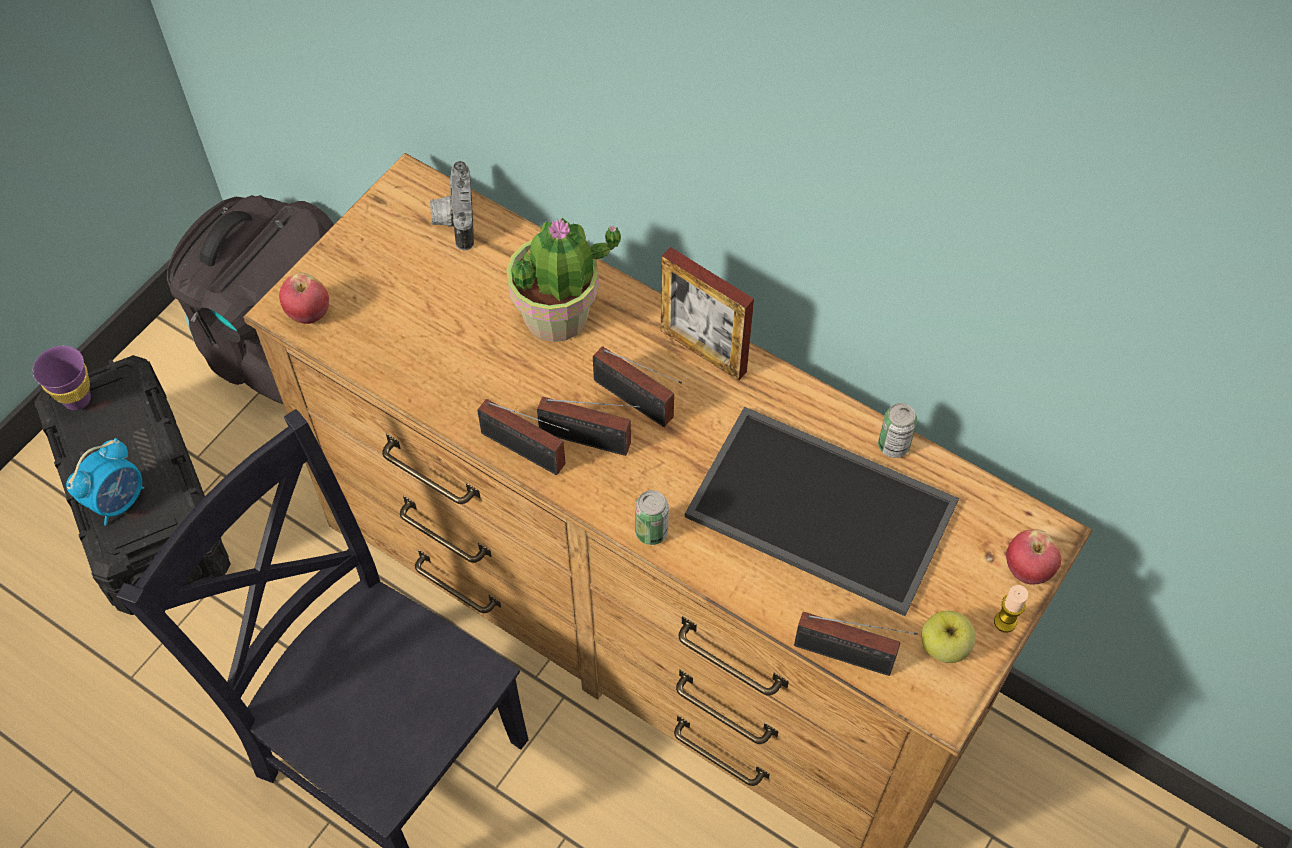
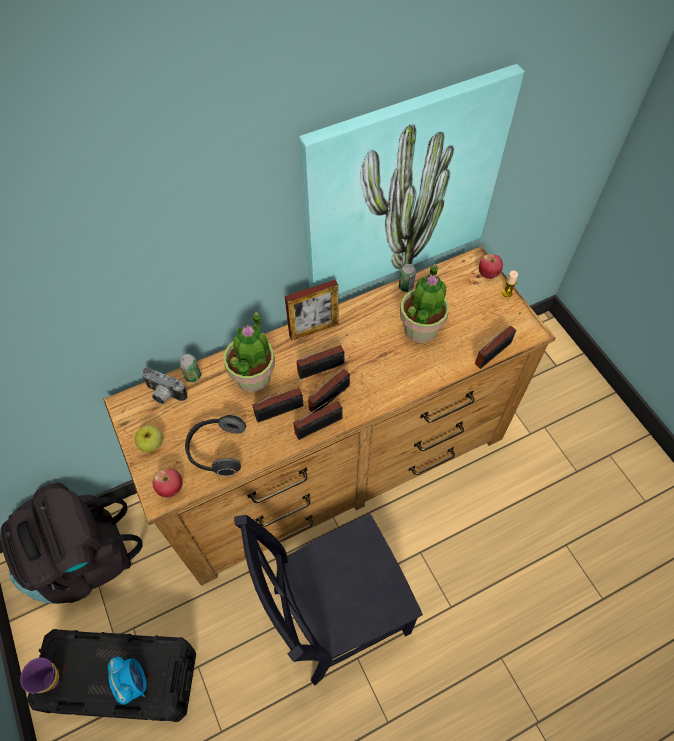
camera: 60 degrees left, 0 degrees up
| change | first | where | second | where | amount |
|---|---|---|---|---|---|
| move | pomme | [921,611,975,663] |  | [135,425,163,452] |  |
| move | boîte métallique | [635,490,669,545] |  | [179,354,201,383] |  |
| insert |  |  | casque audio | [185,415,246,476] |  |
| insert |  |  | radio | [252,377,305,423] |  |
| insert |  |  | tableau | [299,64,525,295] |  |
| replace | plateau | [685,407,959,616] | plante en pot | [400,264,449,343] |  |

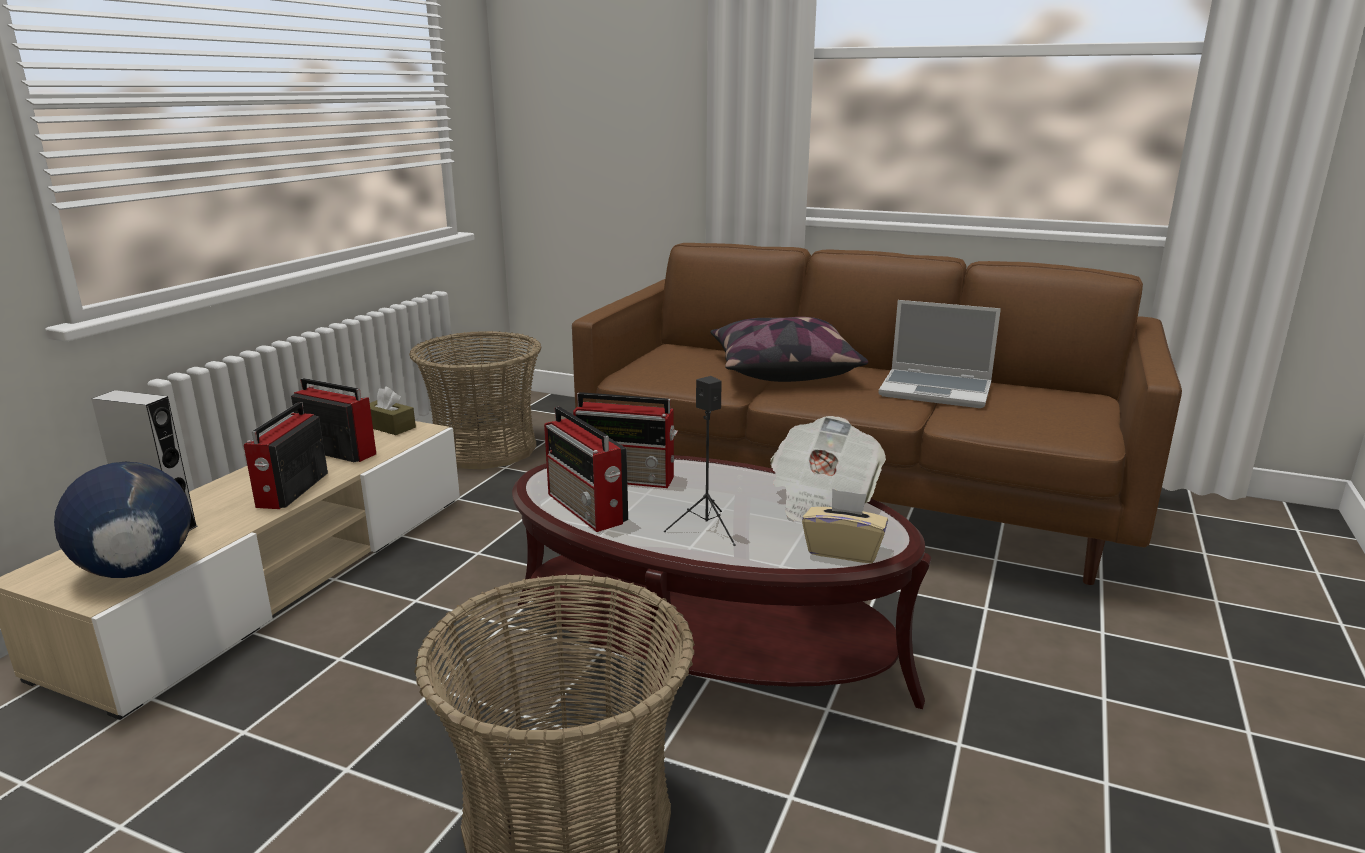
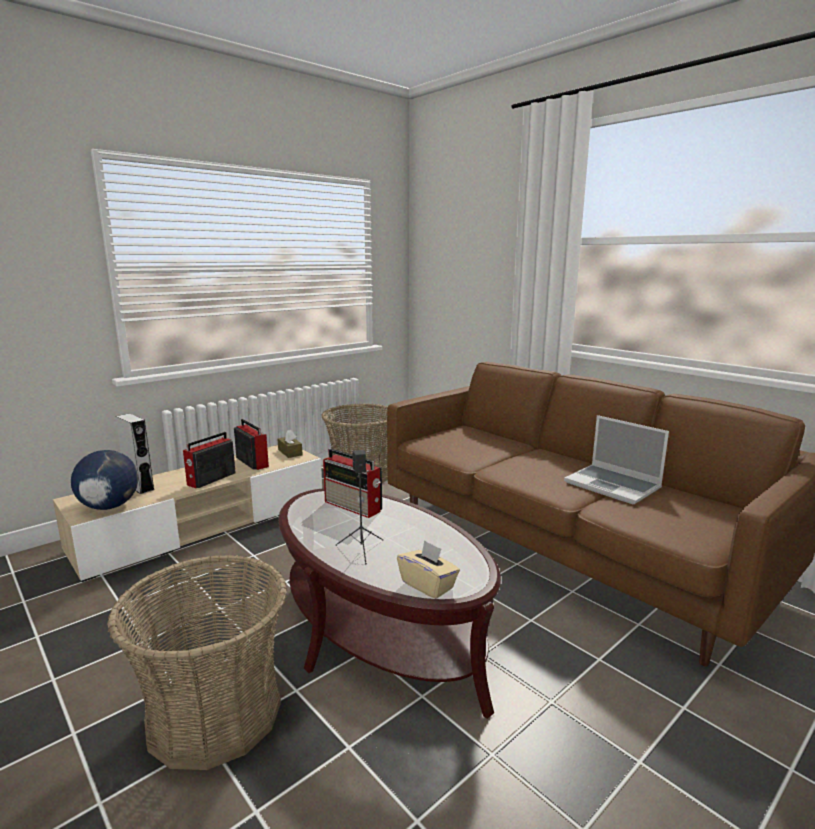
camera: 25 degrees right, 5 degrees down
| change | first | where | second | where | amount |
|---|---|---|---|---|---|
| delete | radio | [544,407,628,532] |  |  |  |
| delete | coussin | [711,317,868,382] |  |  |  |
| delete | journal | [770,416,886,522] |  |  |  |

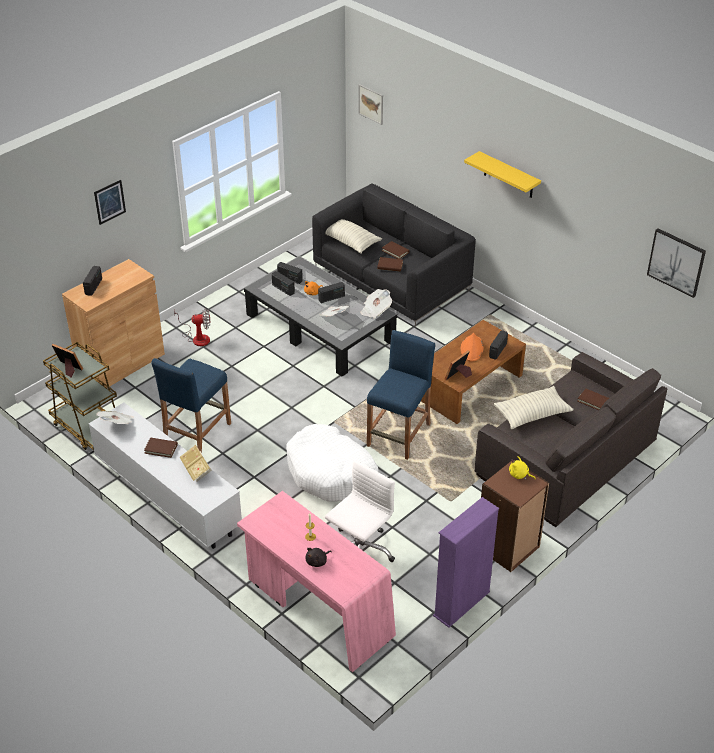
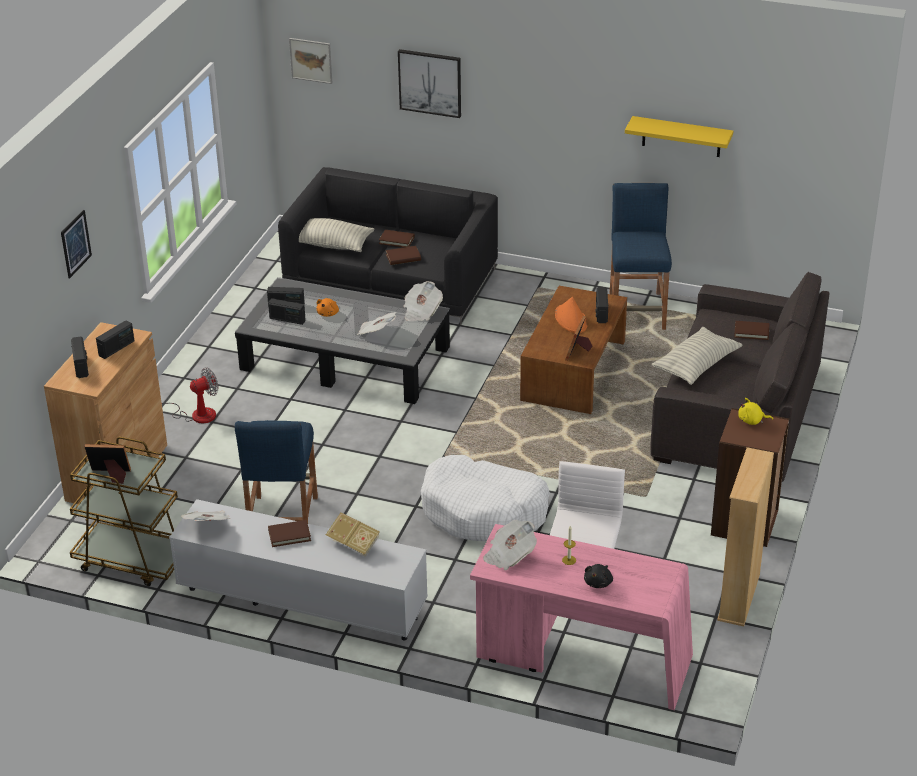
camera: 25 degrees left, 5 degrees down
| change | first | where | second | where | amount |
|---|---|---|---|---|---|
| move | radio | [318,282,345,303] |  | [96,321,134,359] |  |
| move | tableau | [647,228,706,298] |  | [398,49,461,118] |  |
| insert |  |  | journal | [483,519,537,571] |  |
| move | tabouret/bleu | [367,330,435,460] |  | [610,183,672,330] |  |
| move | étagère/jaune | [464,151,541,198] |  | [625,116,733,157] |  |
| recolor | bibliothèque/violet | [433,497,499,628] | bibliothèque/beige | [717,447,774,626] |  |

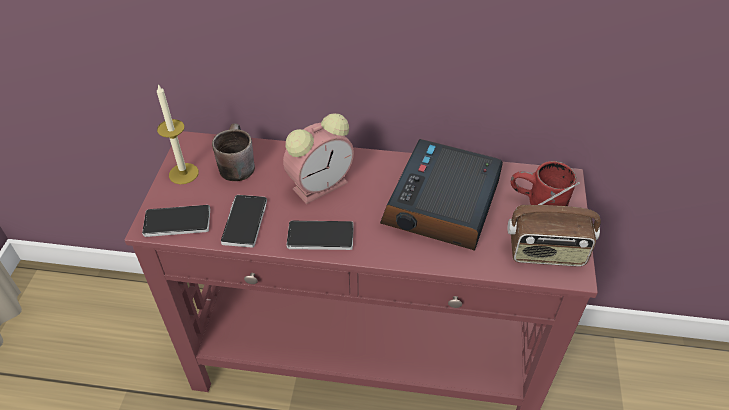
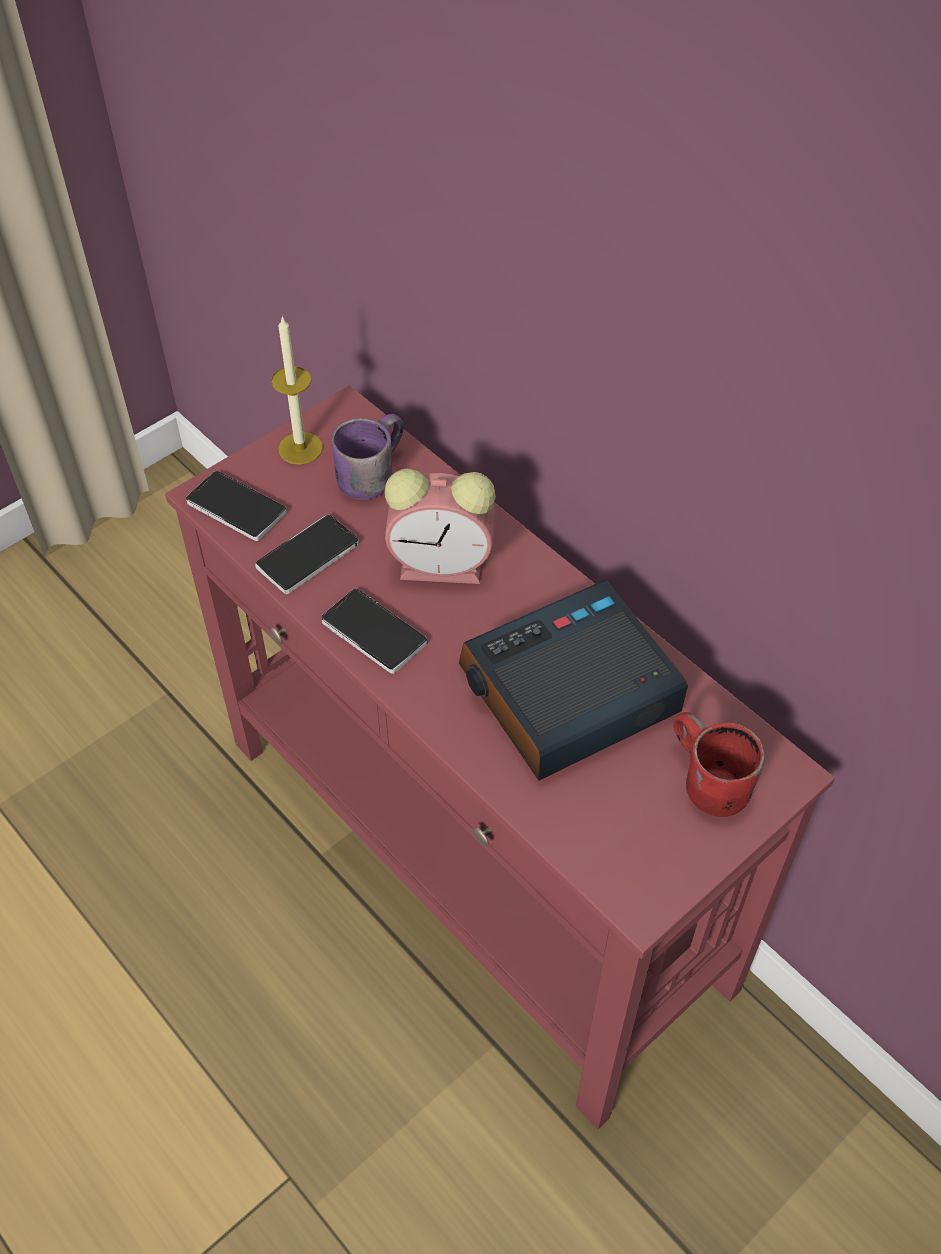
camera: 40 degrees right, 5 degrees up
| change | first | where | second | where | amount |
|---|---|---|---|---|---|
| recolor | mug/marron | [212,123,255,181] | mug/violet | [331,414,404,500] |  |
| delete | radio | [507,182,601,267] |  |  |  |

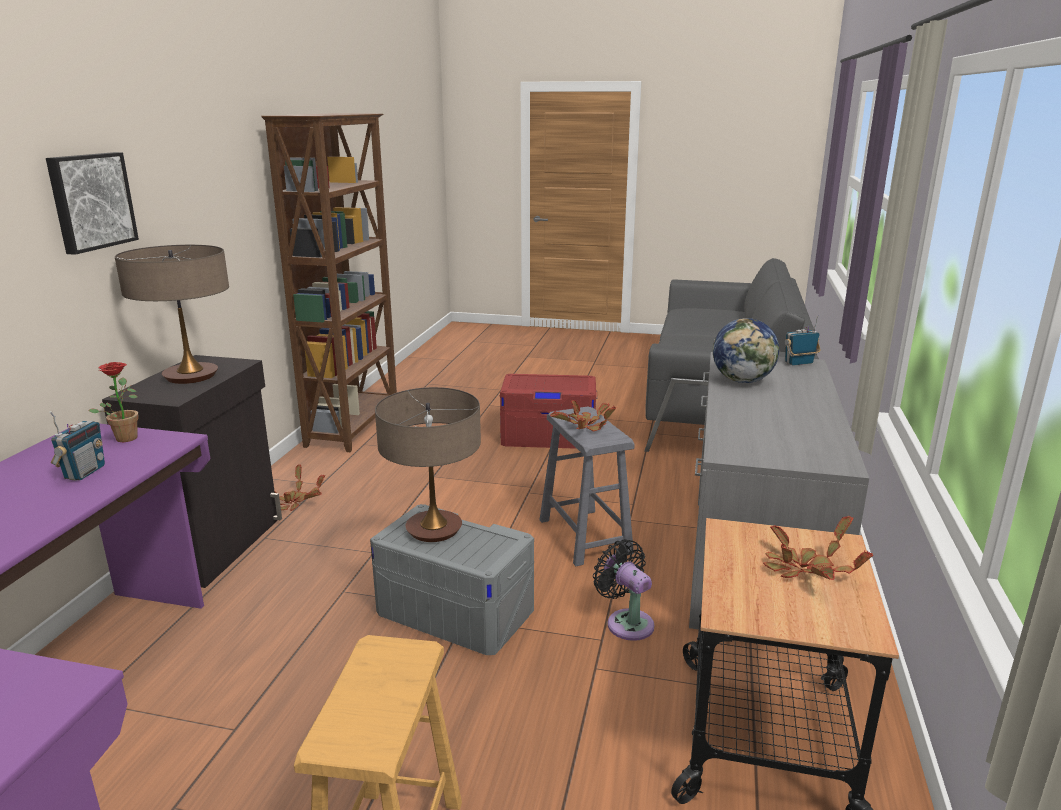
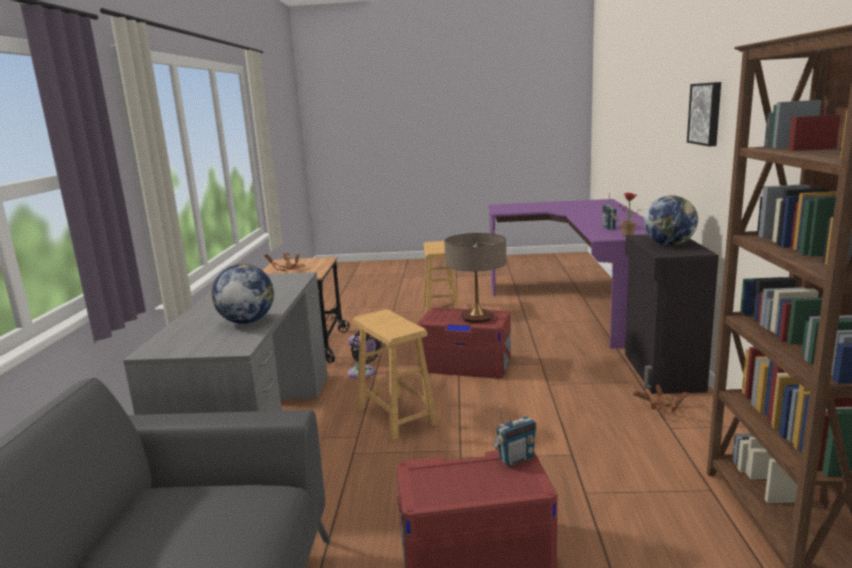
camera: 170 degrees right, 5 degrees down
| change | first | where | second | where | amount |
|---|---|---|---|---|---|
| recolor | tabouret/gris | [539,406,635,566] | tabouret/marron | [353,310,438,441] |  |
| recolor | boîte de rangement/gris | [370,504,534,655] | boîte de rangement/rouge | [417,307,511,379] |  |
| move | radio | [784,315,821,366] |  | [493,406,537,467] |  |
| replace | lampe de table | [115,245,229,384] | globe | [644,195,698,246] |  |
| delete | plante en pot | [550,400,616,431] |  |  |  |

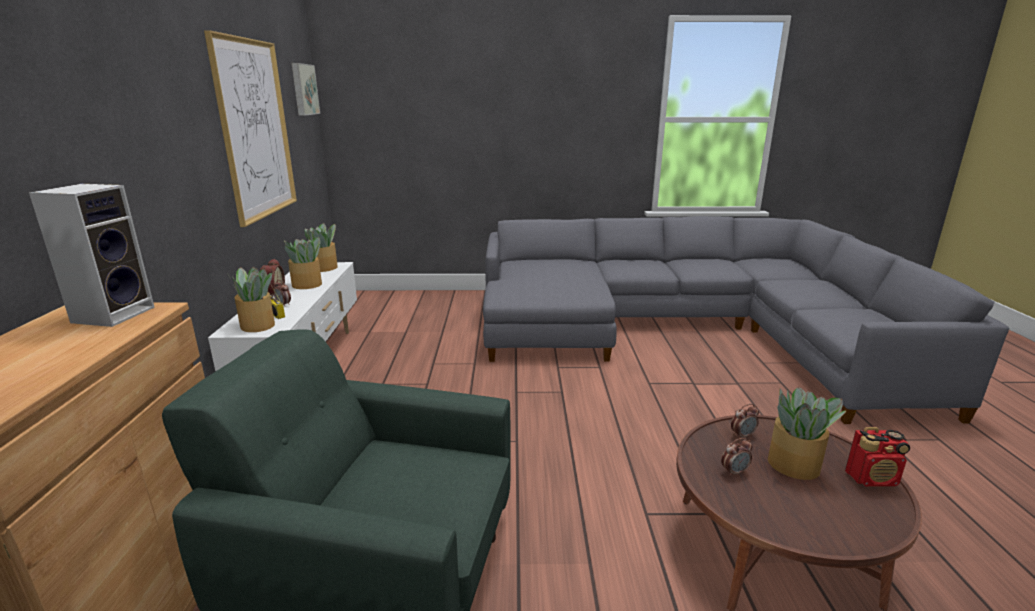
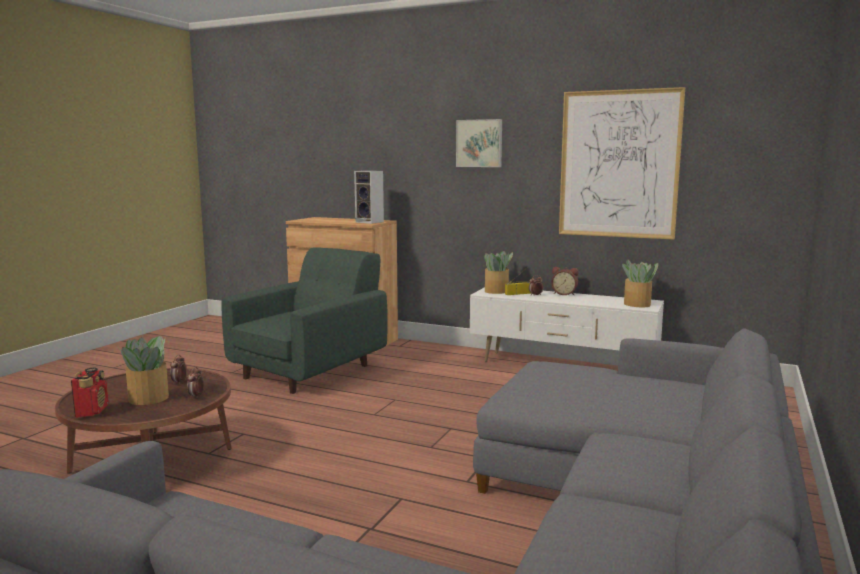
camera: 115 degrees right, 10 degrees down
| change | first | where | second | where | amount |
|---|---|---|---|---|---|
| rotate | radio | [845,427,910,487] |  | [71,367,109,417] | 150 degrees clockwise |
| move | tableau | [292,63,320,116] |  | [456,119,502,167] |  |
| delete | plante en pot | [284,237,322,289] |  |  |  |

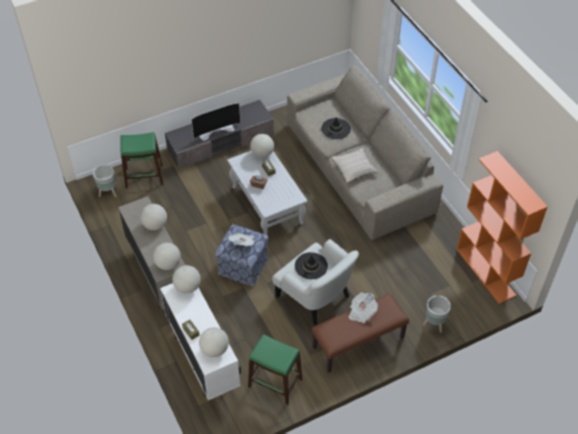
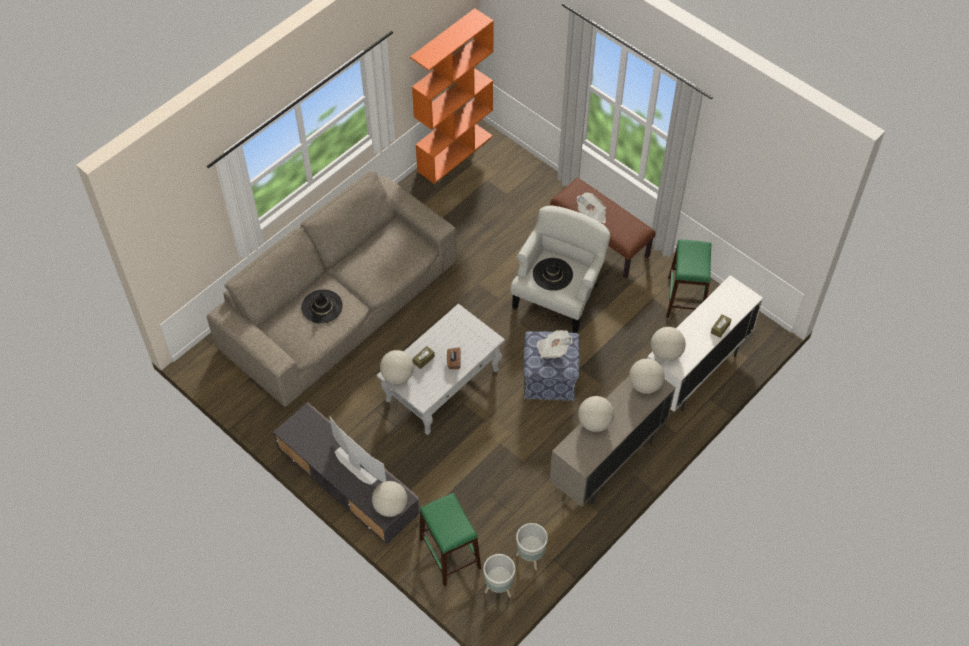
camera: 110 degrees left, 5 degrees up
| change | first | where | second | where | amount |
|---|---|---|---|---|---|
| move | globe | [199,327,229,357] |  | [372,481,407,517] |  |
| move | cache-pot/gris | [423,295,451,333] |  | [516,523,548,570] |  |
| delete | coussin/beige | [331,148,379,183] |  |  |  |

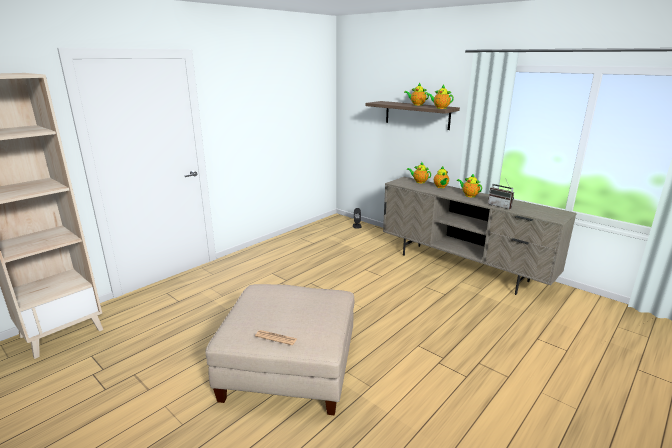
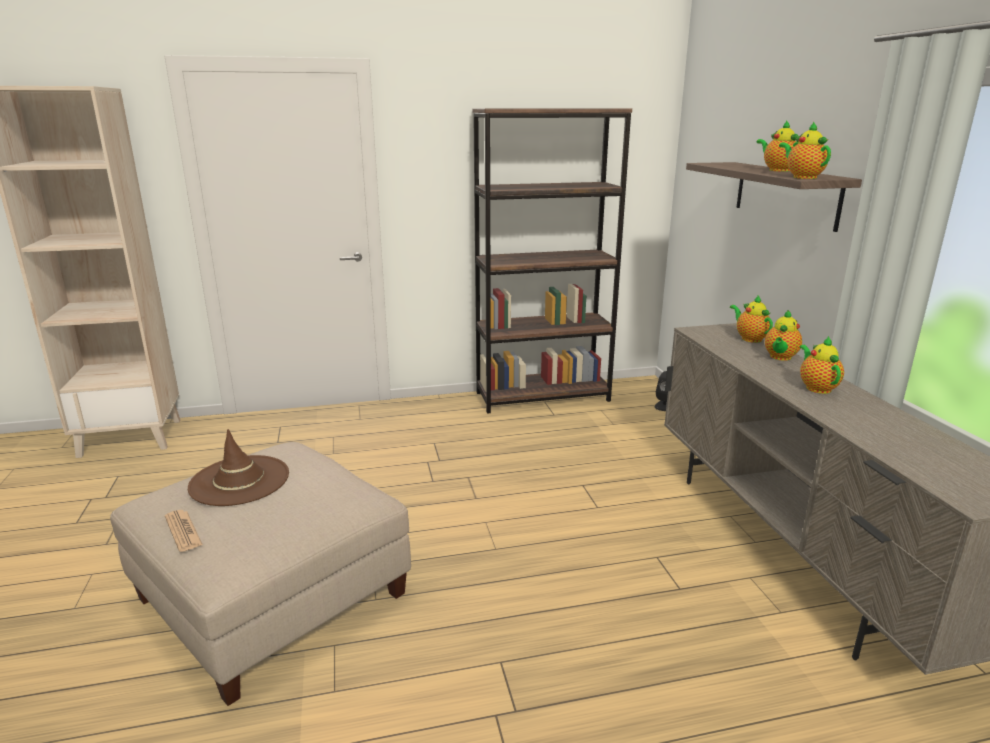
camera: 35 degrees right, 0 degrees up
| change | first | where | second | where | amount |
|---|---|---|---|---|---|
| insert |  |  | chapeau/marron | [188,429,289,506] |  |
| insert |  |  | bibliothèque/marron | [473,109,632,414] |  |
| delete | radio | [488,180,514,209] |  |  |  |

